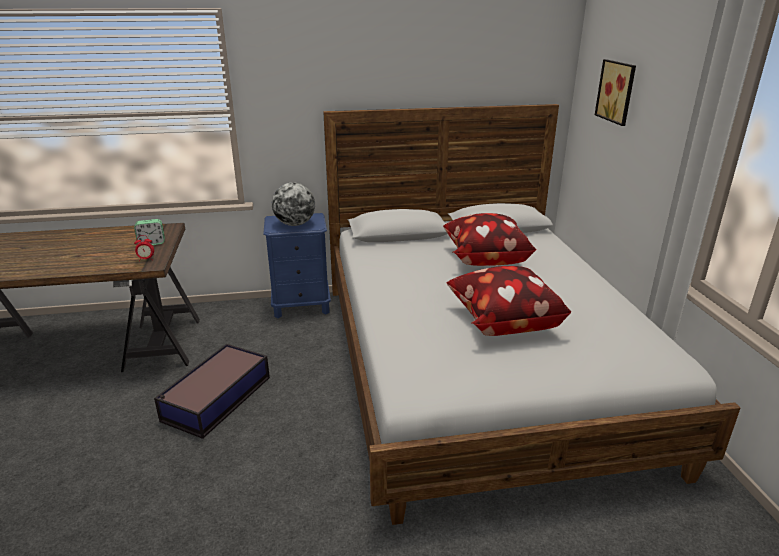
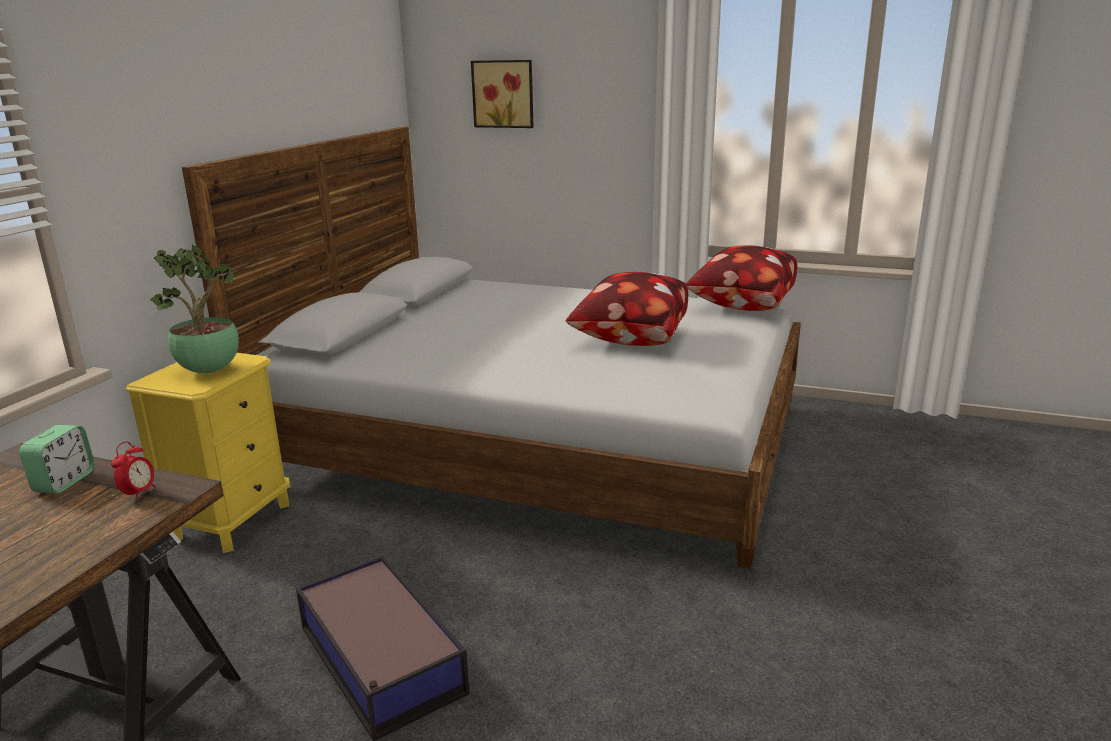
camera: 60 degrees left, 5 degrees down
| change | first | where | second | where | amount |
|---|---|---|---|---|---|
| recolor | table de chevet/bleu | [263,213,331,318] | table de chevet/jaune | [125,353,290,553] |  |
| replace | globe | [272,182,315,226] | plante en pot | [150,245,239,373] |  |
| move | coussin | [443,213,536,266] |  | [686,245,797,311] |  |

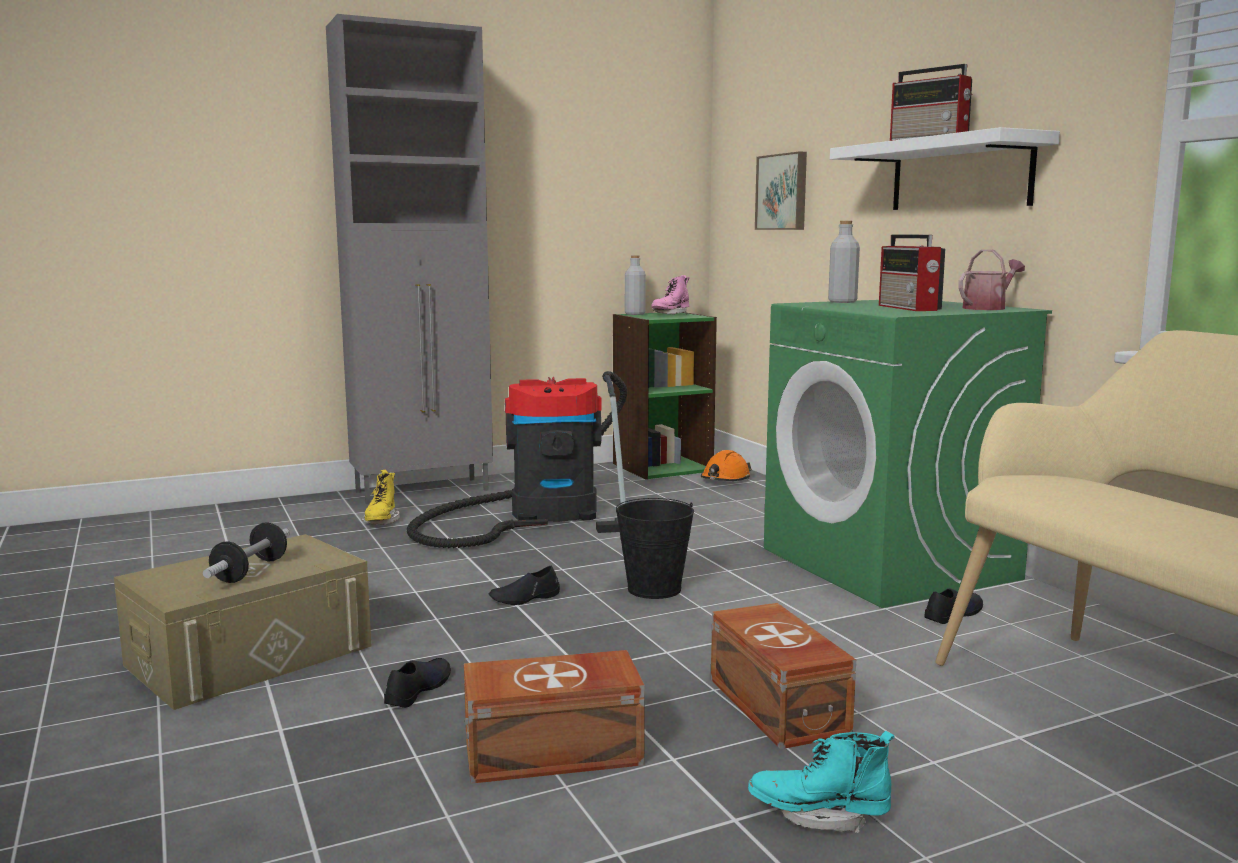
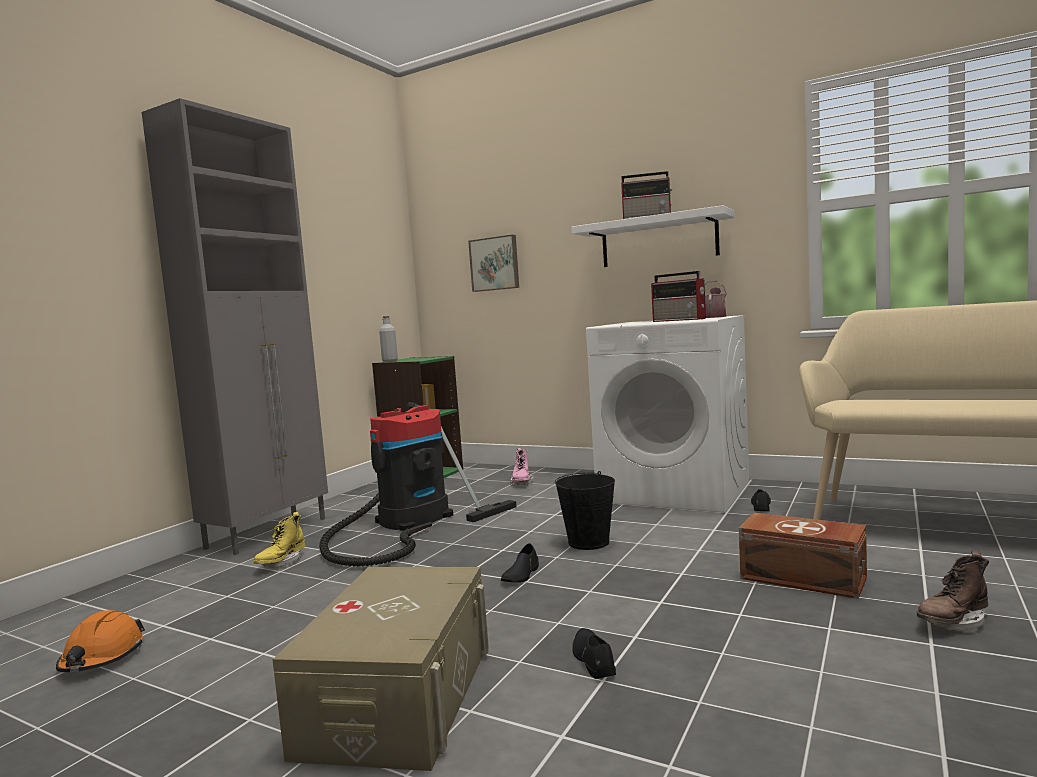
camera: 35 degrees left, 5 degrees down
| change | first | where | second | where | amount |
|---|---|---|---|---|---|
| move | casque de chantier/orange | [701,450,752,481] |  | [56,610,145,672] |  |
| rotate | botte/jaune | [361,470,400,525] |  | [253,512,305,568] | 60 degrees clockwise |
| move | botte/rose | [651,275,690,314] |  | [510,448,534,484] |  |
| recolor | lave-linge/vert | [764,300,1052,608] | lave-linge/blanc | [586,315,749,513] |  |
| recolor | botte/turquoise | [748,731,895,833] | botte/marron | [917,551,989,631] |  |
| delete | haltère | [203,522,290,583] |  |  |  |
| delete | boîte de rangement/marron | [464,650,645,784] |  |  |  |
| delete | bouteille/gris | [828,221,860,303] |  |  |  |

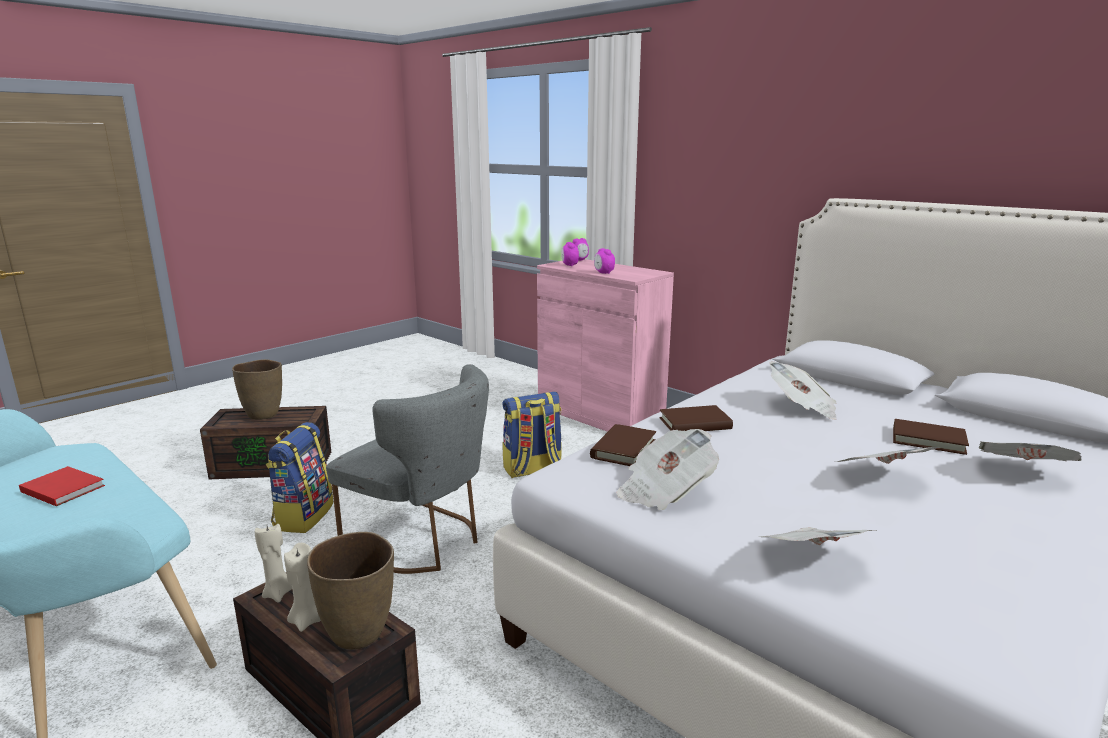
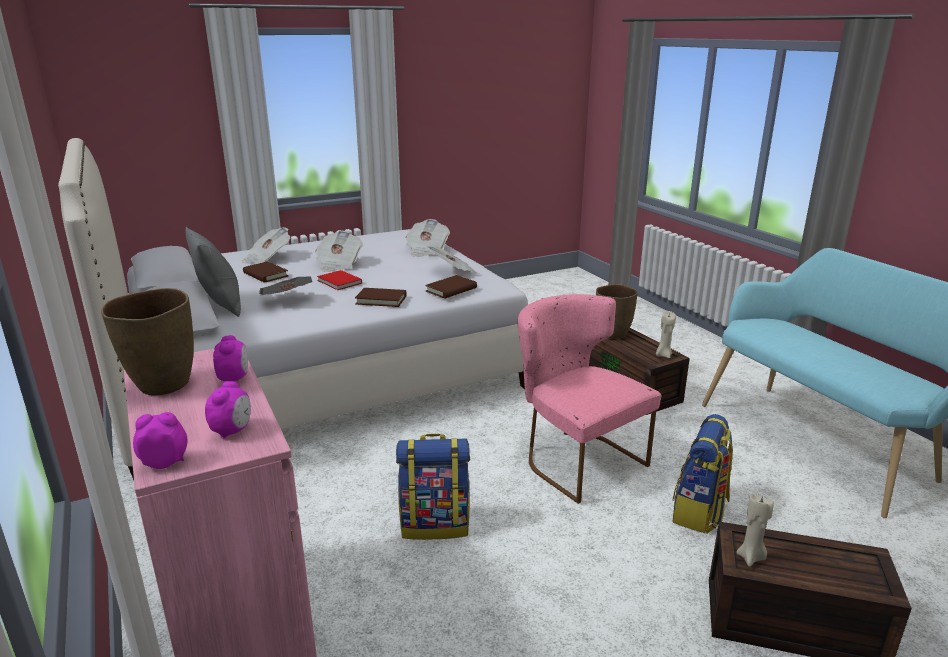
camera: 160 degrees left, 5 degrees up
| change | first | where | second | where | amount |
|---|---|---|---|---|---|
| move | vase/marron | [232,359,282,420] |  | [101,288,194,396] |  |
| insert |  |  | coussin/gris | [186,227,241,317] |  |
| move | livre/rouge | [19,466,105,506] |  | [317,270,362,290] |  |
| recolor | chaise/gris | [326,364,489,574] | chaise/rose | [518,294,661,504] |  |
| move | bougie/beige | [284,543,321,632] |  | [736,494,774,567] |  |

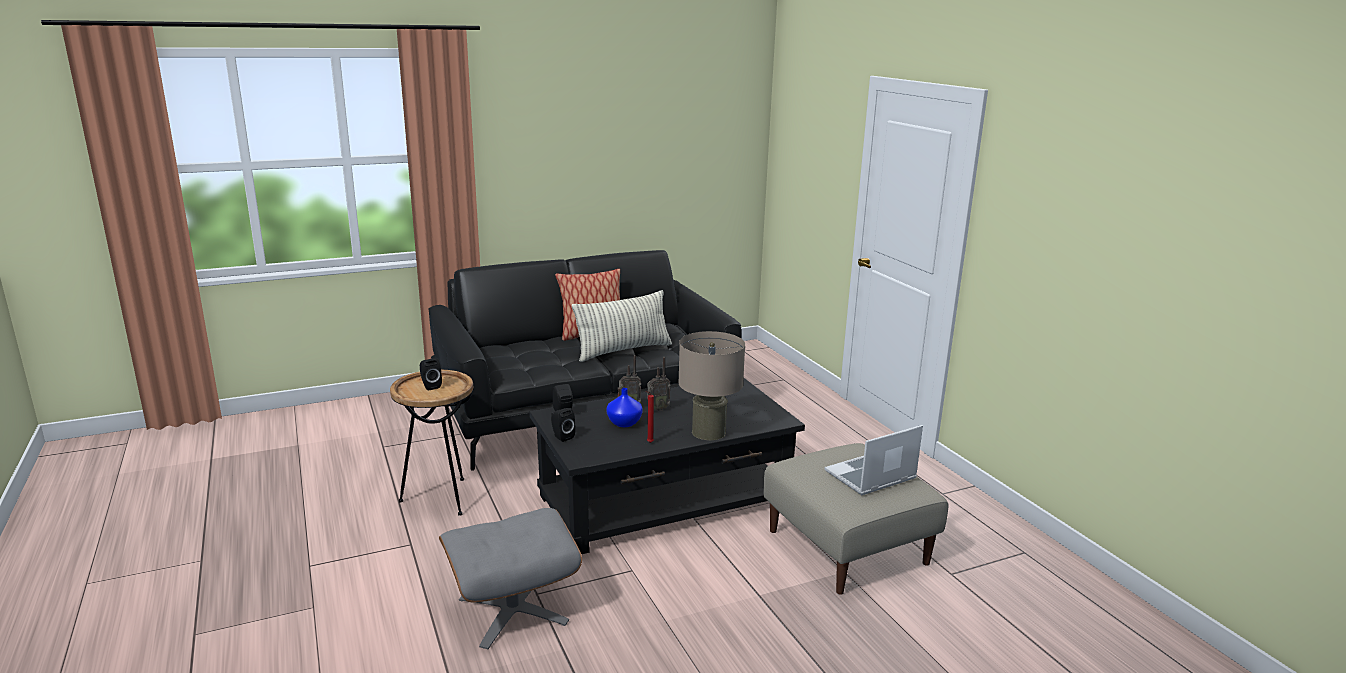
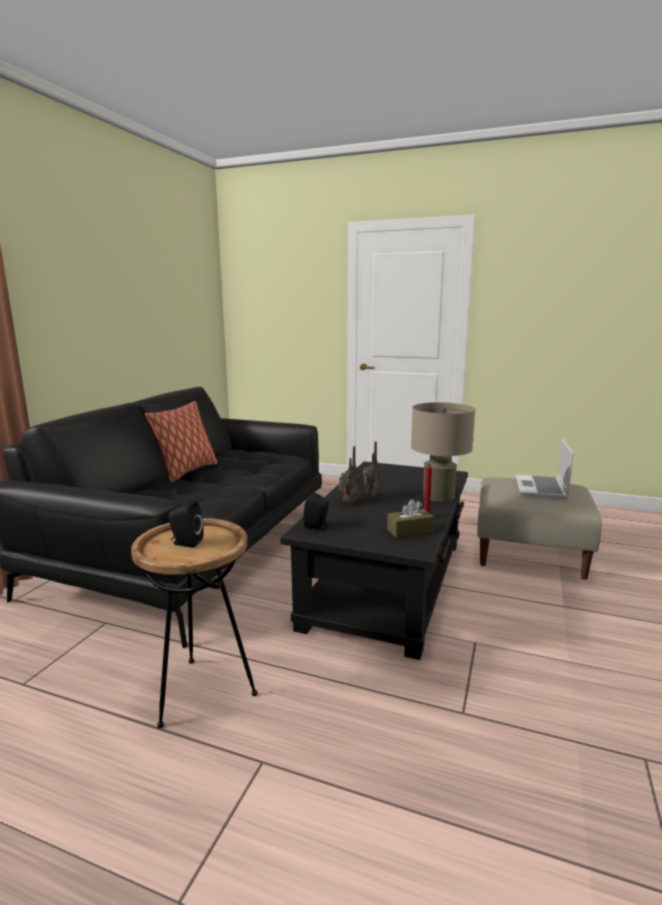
camera: 45 degrees left, 5 degrees down
| change | first | where | second | where | amount |
|---|---|---|---|---|---|
| insert |  |  | boîte à mouchoirs/marron | [387,499,433,538] |  |
| delete | pouf/gris | [439,508,582,649] |  |  |  |
| delete | enceinte/noir | [551,408,576,442] |  |  |  |
| delete | coussin | [572,290,672,362] |  |  |  |
| delete | vase/bleu | [606,388,643,427] |  |  |  |

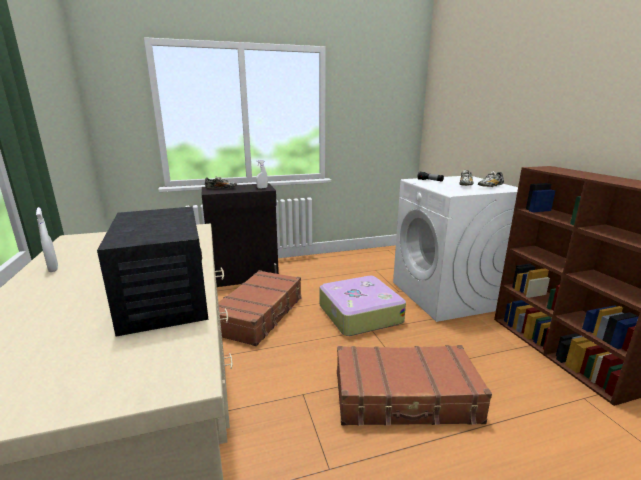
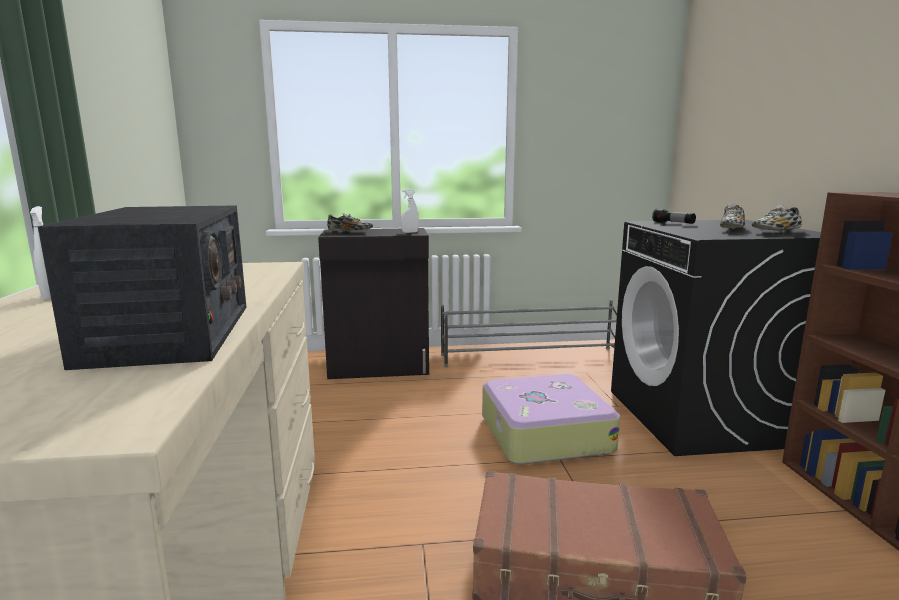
camera: 10 degrees right, 5 degrees down
| change | first | where | second | where | amount |
|---|---|---|---|---|---|
| insert |  |  | étagère à chaussures/gris | [441,300,617,367] |  |
| recolor | lave-linge/blanc | [393,176,518,322] | lave-linge/noir | [611,220,821,456] |  |
| delete | valise/marron | [218,270,302,346] |  |  |  |

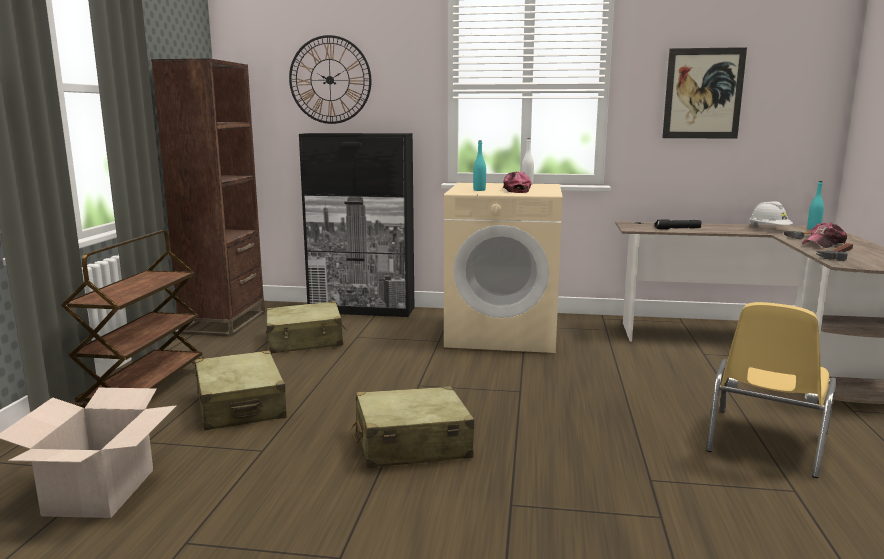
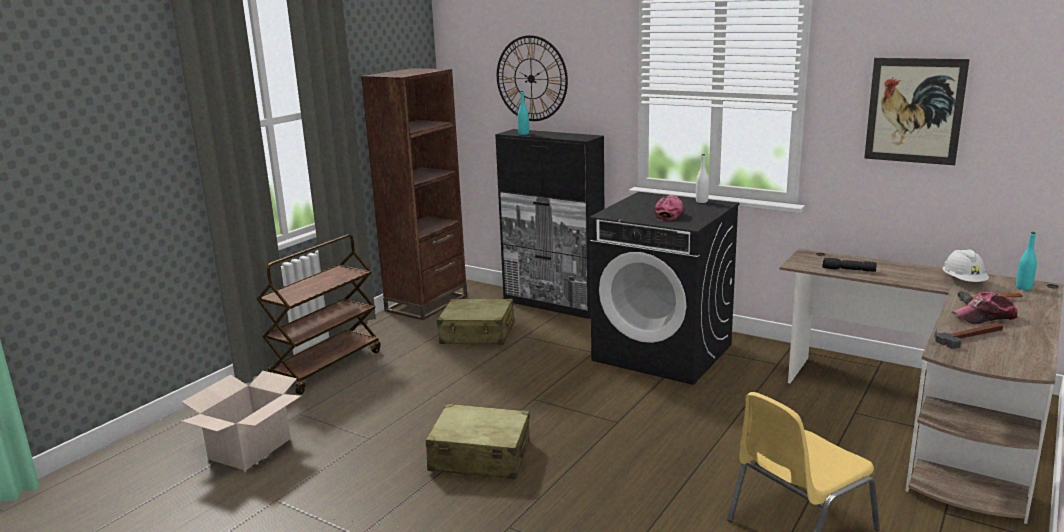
camera: 25 degrees right, 5 degrees up
| change | first | where | second | where | amount |
|---|---|---|---|---|---|
| move | bouteille/turquoise | [473,140,486,191] |  | [518,91,529,135] |  |
| recolor | lave-linge/beige | [444,183,563,353] | lave-linge/noir | [590,192,739,385] |  |
| delete | valise/beige | [195,350,287,430] |  |  |  |

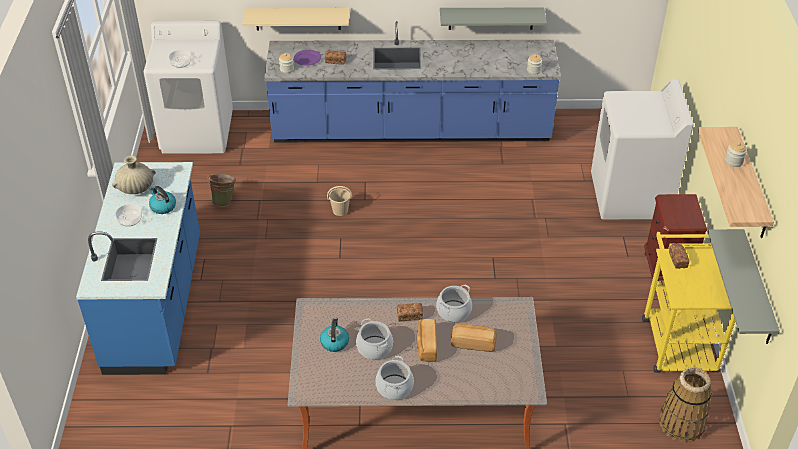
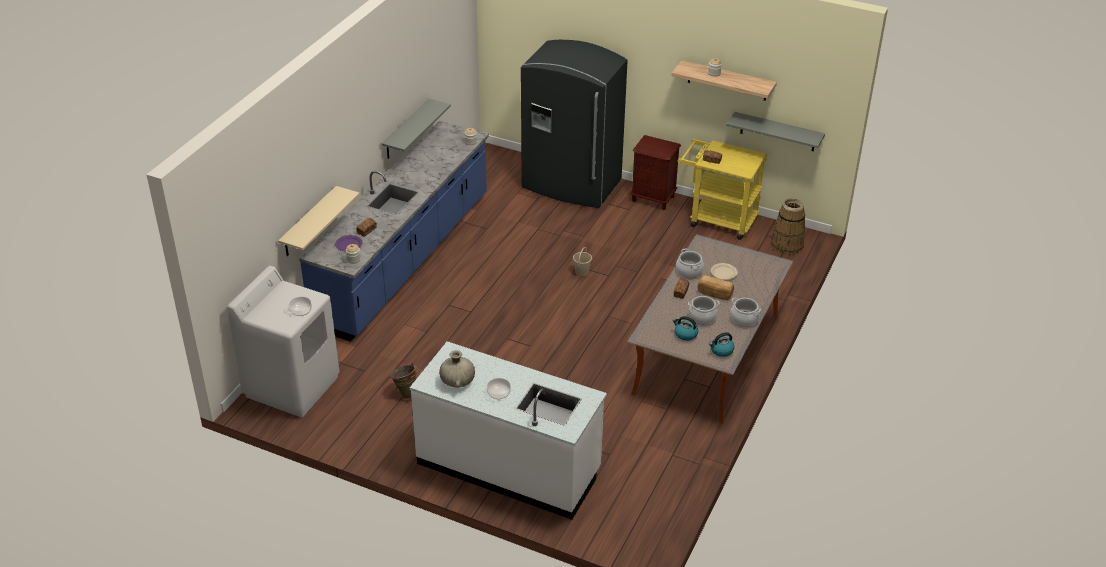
camera: 65 degrees left, 5 degrees down
| change | first | where | second | where | amount |
|---|---|---|---|---|---|
| recolor | comptoir de cuisine/bleu | [76,162,200,375] | comptoir de cuisine/blanc | [410,341,607,520] |  |
| replace | lave-linge/blanc | [591,79,694,219] | réfrigérateur/gris | [521,40,628,208] |  |
| move | seau/beige | [327,186,352,216] |  | [573,247,592,276] |  |
| move | bouilloire | [149,186,176,214] |  | [709,332,734,357] |  |
| replace | pain | [451,324,497,352] | assiette/beige | [711,263,738,280] |  |

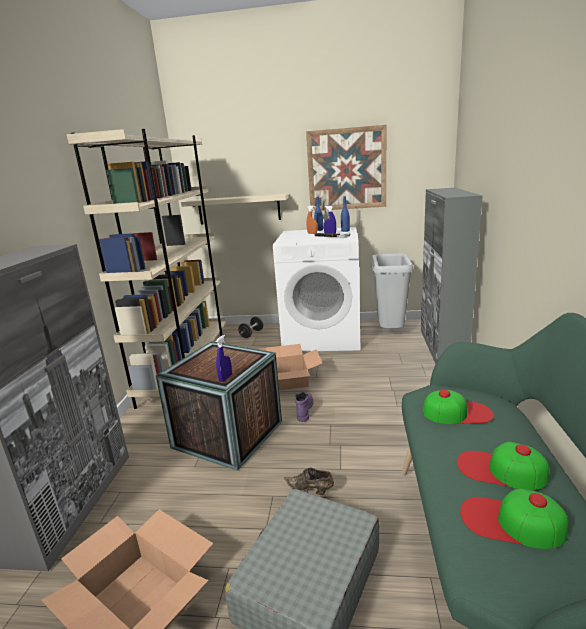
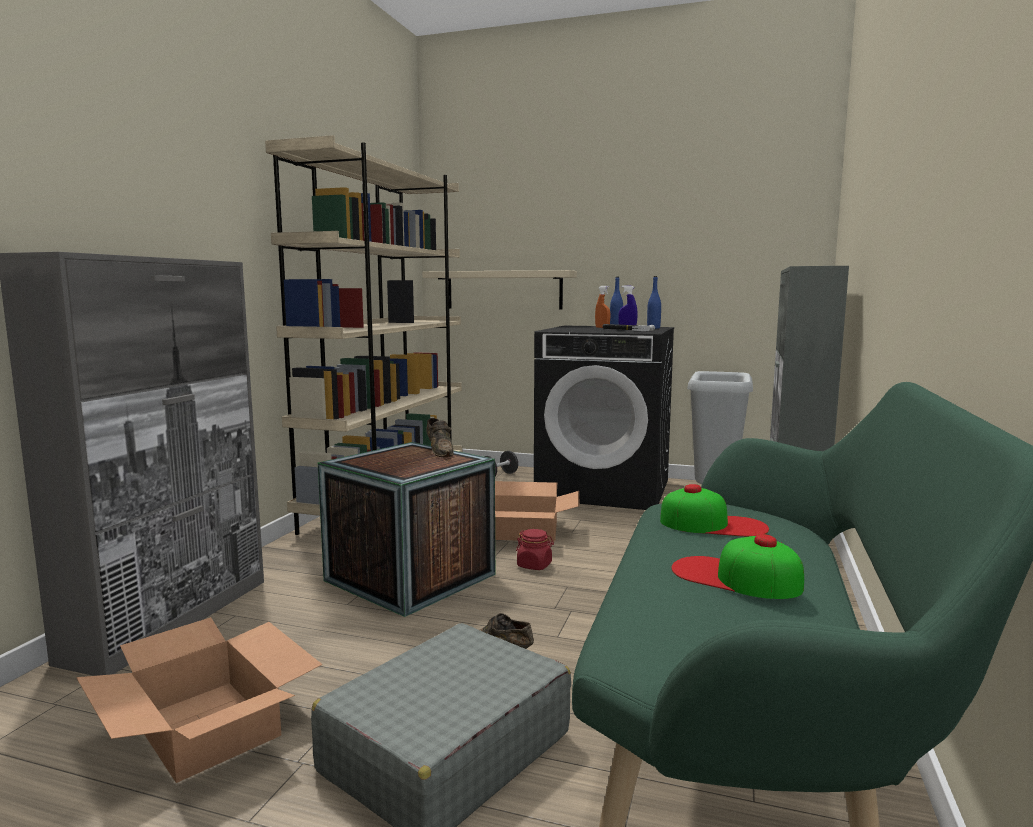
camera: 10 degrees right, 10 degrees down
| change | first | where | second | where | amount |
|---|---|---|---|---|---|
| insert |  |  | chaussure/marron | [426,418,454,457] |  |
| replace | botte/violet | [295,392,314,422] | bocal/rouge | [516,529,554,570] |  |
| recolor | lave-linge/blanc | [273,227,360,352] | lave-linge/noir | [534,326,674,510] |  |
| delete | vaporisateur/bleu | [216,335,232,382] |  |  |  |
| delete | tableau | [306,125,386,211] |  |  |  |
| delete | casquette | [460,488,569,549] |  |  |  |

